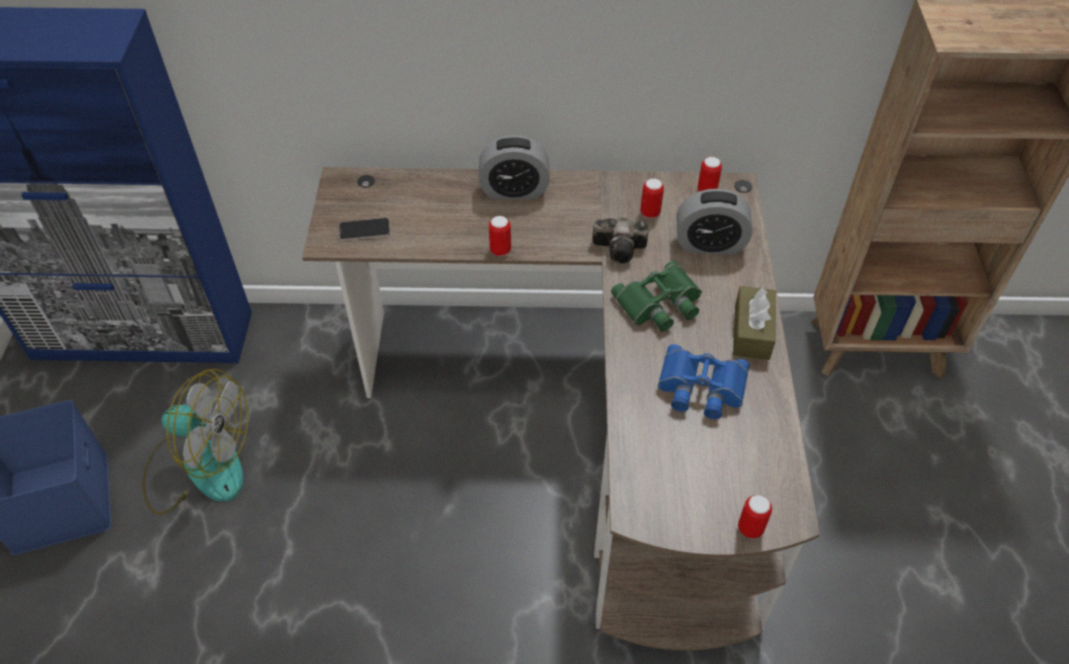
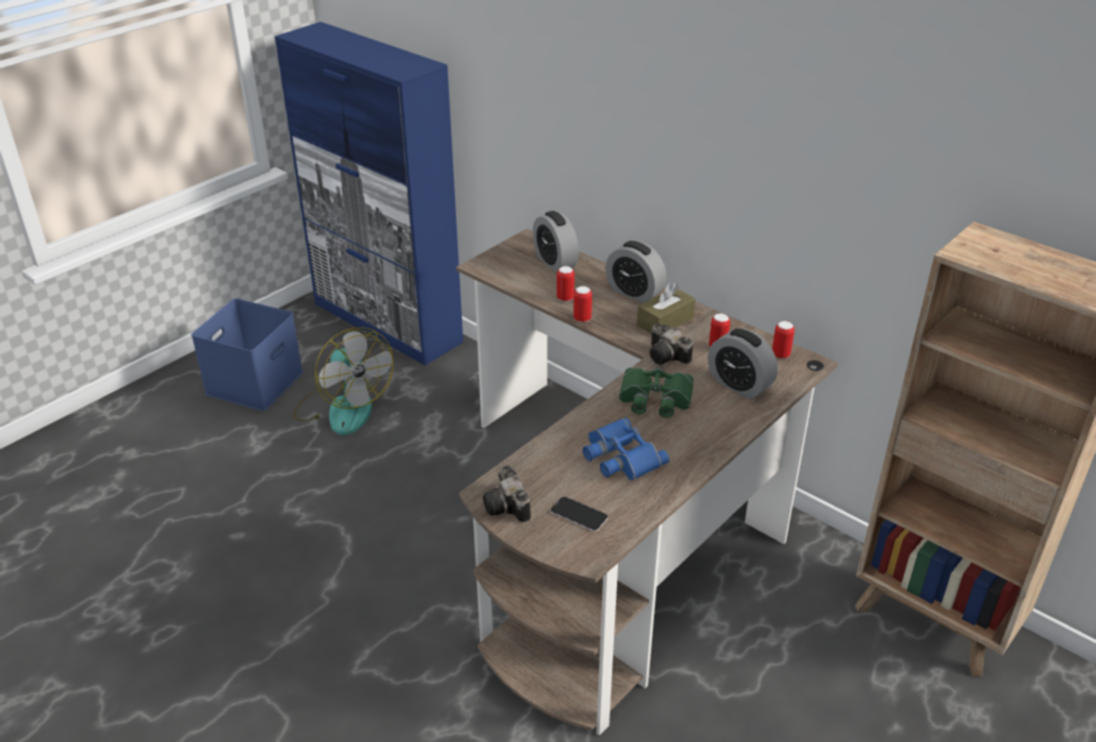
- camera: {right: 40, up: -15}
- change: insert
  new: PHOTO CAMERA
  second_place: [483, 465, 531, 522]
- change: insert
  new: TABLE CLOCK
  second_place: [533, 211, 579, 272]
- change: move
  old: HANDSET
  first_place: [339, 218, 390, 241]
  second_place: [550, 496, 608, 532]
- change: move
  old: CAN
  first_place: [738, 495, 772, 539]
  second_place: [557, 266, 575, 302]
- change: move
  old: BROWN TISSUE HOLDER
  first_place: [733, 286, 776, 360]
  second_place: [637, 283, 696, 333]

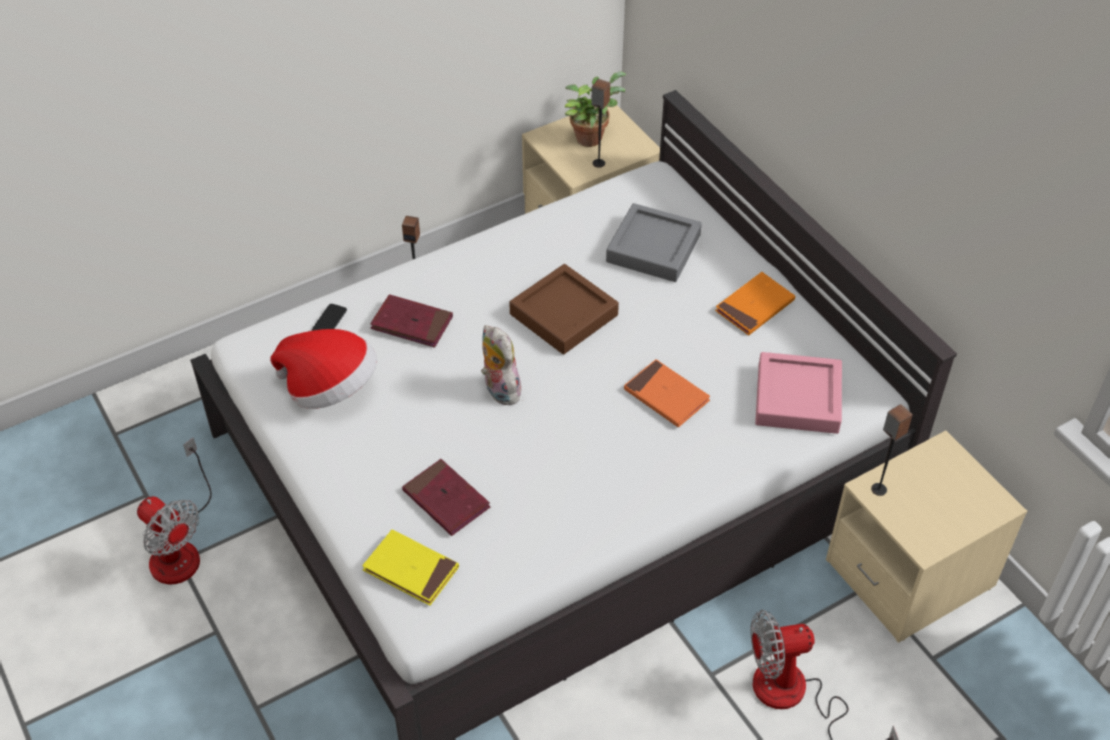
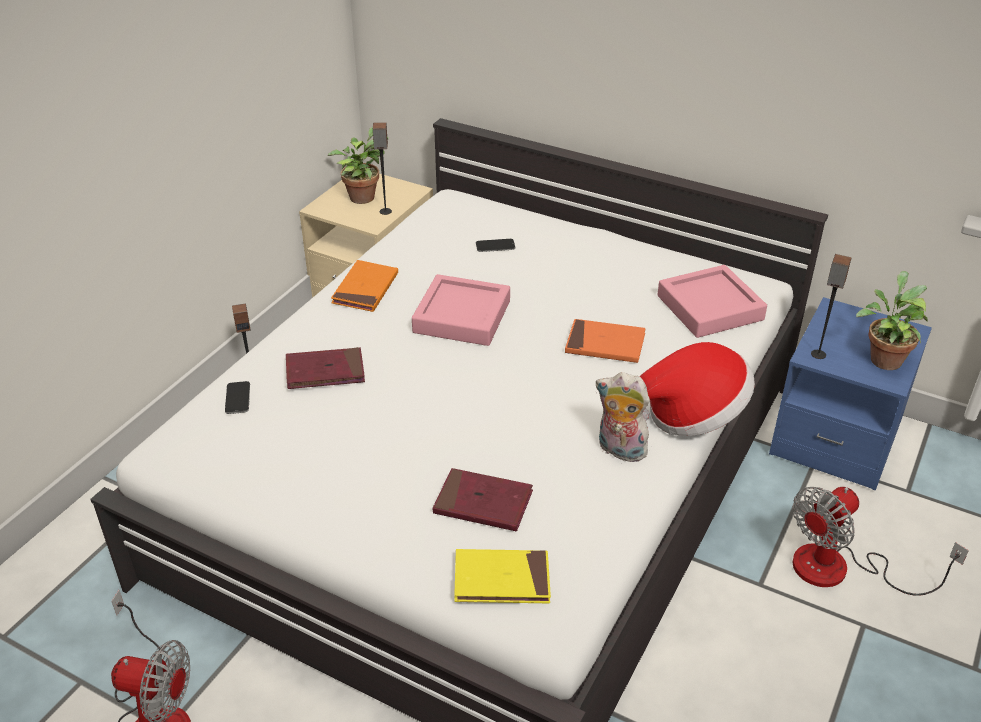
- camera: {right: -30, up: -10}
- change: move
  old: ORANGEY VOLUME
  first_place: [715, 272, 795, 335]
  second_place: [331, 260, 398, 312]
- change: recolor
  old: BROWN CARRYING TRAY
  new: PINKISH CARRYING TRAY
  first_place: [509, 264, 619, 354]
  second_place: [412, 274, 510, 346]
- change: replace
  old: GREY CARRYING TRAY
  new: HANDSET
  first_place: [606, 203, 702, 282]
  second_place: [476, 239, 515, 252]
- change: move
  old: PLUSH TOY
  first_place: [481, 325, 522, 405]
  second_place: [595, 372, 650, 462]
- change: move
  old: HAT
  first_place: [270, 329, 377, 409]
  second_place: [640, 342, 755, 436]
- change: recolor
  old: BEIGE-COLOURED NIGHT TABLE
  new: BLUISH NIGHT TABLE
  first_place: [826, 430, 1027, 643]
  second_place: [769, 297, 932, 491]
- change: insert
  new: PLANT IN A POT
  second_place: [856, 271, 928, 370]

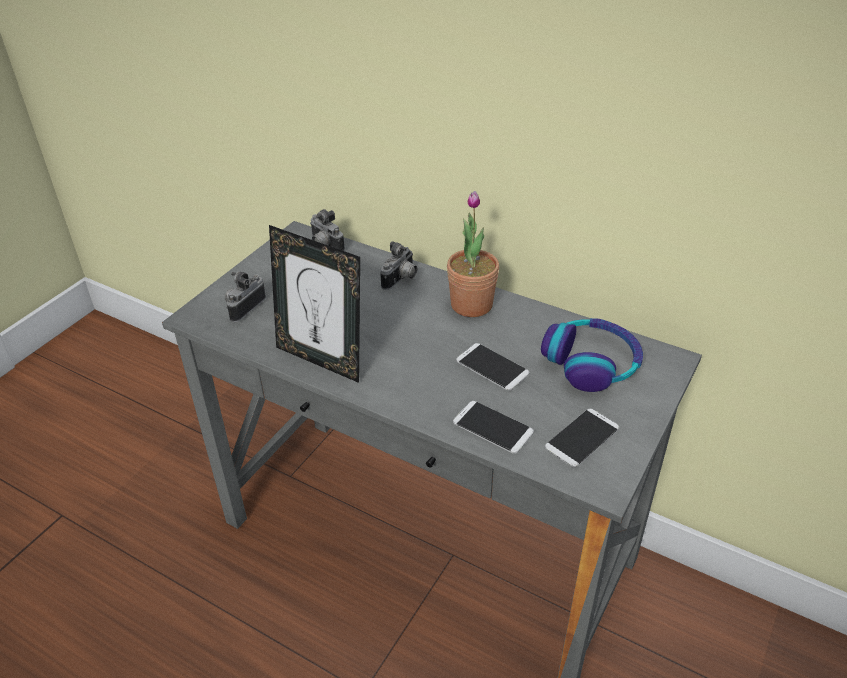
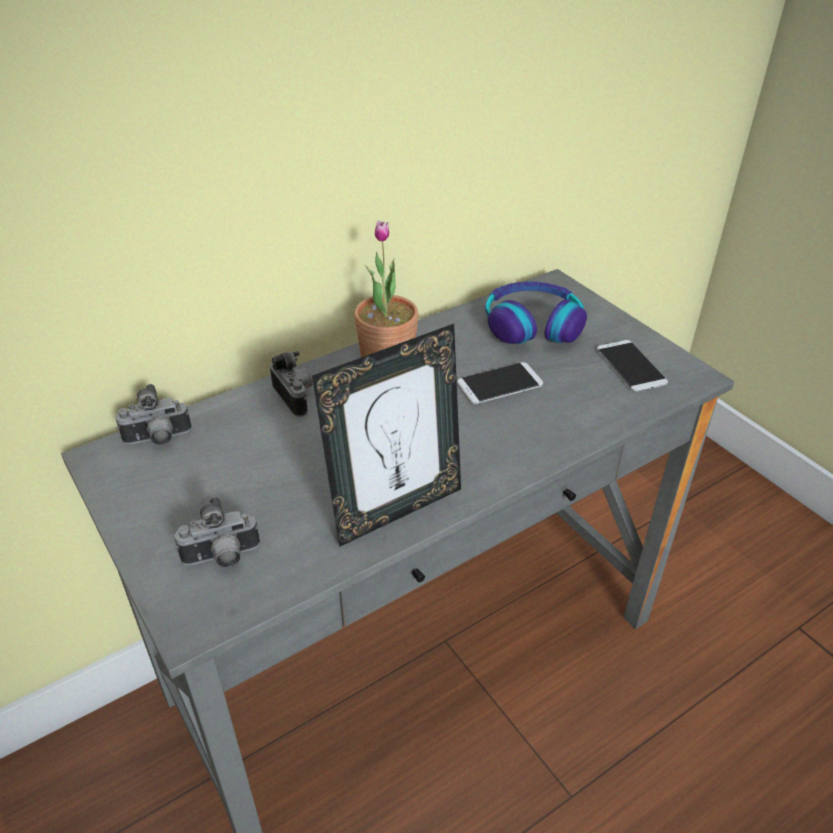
- camera: {right: -65, up: 0}
- change: rotate
  old: PHOTO CAMERA
  first_place: [225, 272, 266, 322]
  second_place: [174, 497, 260, 567]
  degrees: -75
- change: delete
  old: HANDSET
  first_place: [453, 401, 534, 454]

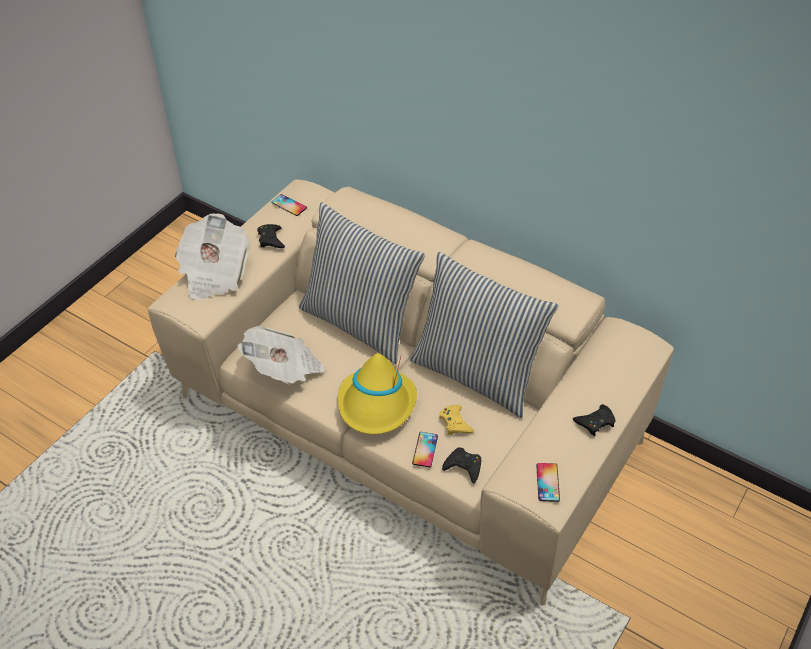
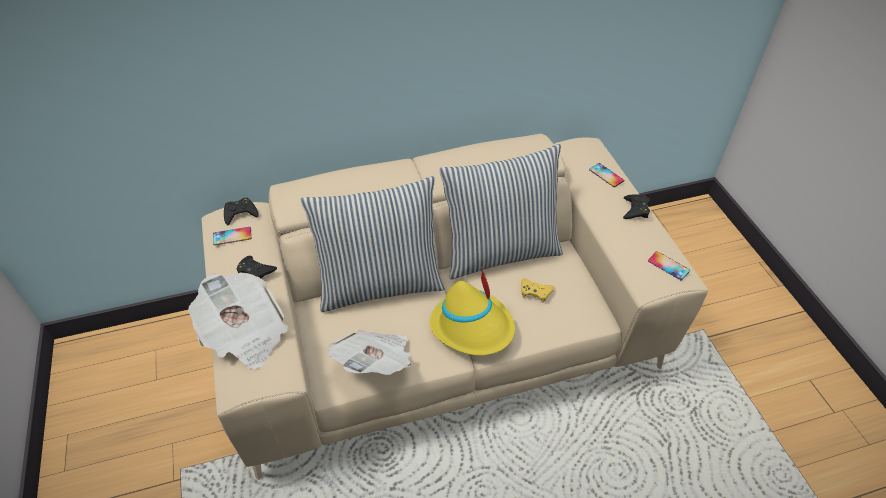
- camera: {right: -50, up: 0}
- change: move
  old: BLACK-COLOURED GAME CONTROLLER
  first_place: [442, 447, 481, 483]
  second_place: [224, 198, 259, 226]
- change: move
  old: HANDSET
  first_place: [412, 432, 438, 467]
  second_place: [589, 163, 624, 187]

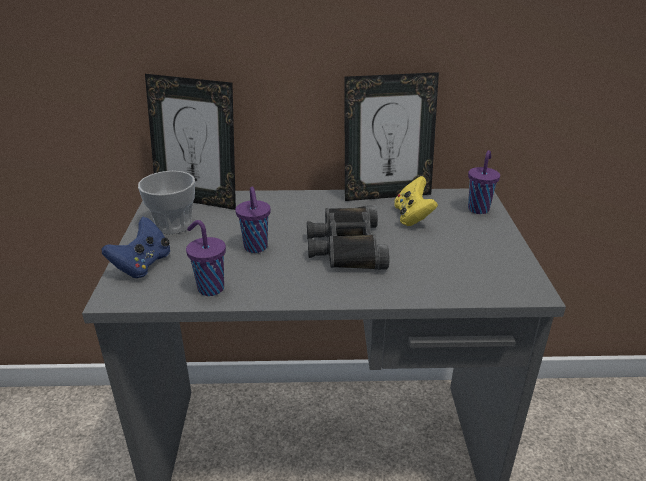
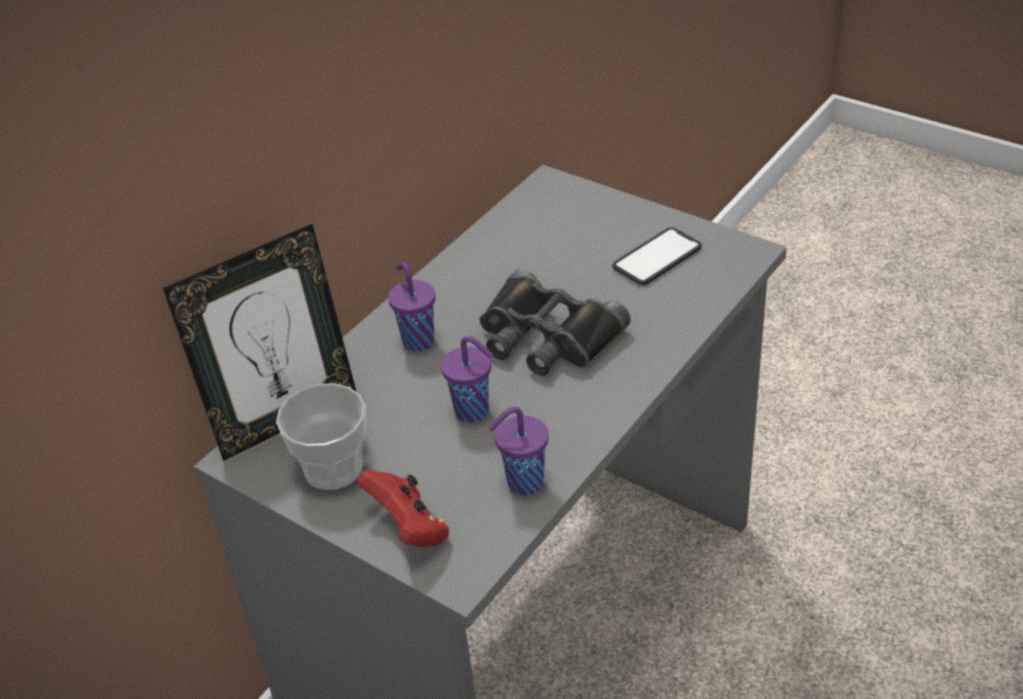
- camera: {right: -50, up: 10}
- change: recolor
  old: BLUISH GAME CONTROLLER
  new: RED-COLOURED GAME CONTROLLER
  first_place: [102, 217, 170, 278]
  second_place: [356, 470, 449, 547]
- change: move
  old: PURPLISH SMALL CUP
  first_place: [468, 150, 500, 214]
  second_place: [388, 262, 436, 352]
- change: insert
  new: HANDSET
  second_place: [612, 227, 702, 285]
- change: delete
  old: PHOTO FRAME
  first_place: [344, 72, 439, 201]
- change: delete
  old: YELLOW-COLOURED GAME CONTROLLER
  first_place: [394, 176, 438, 226]

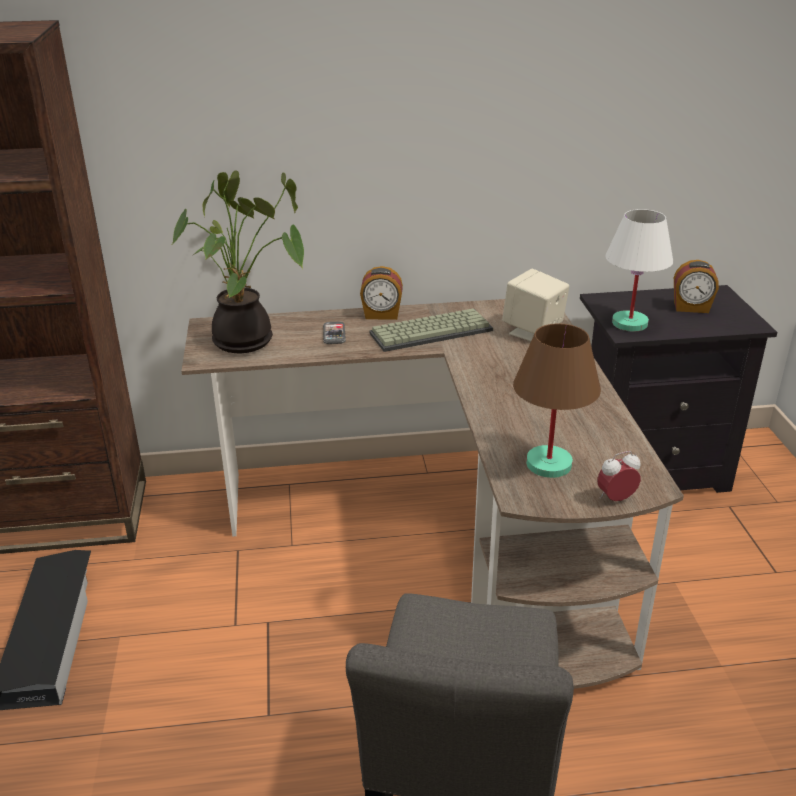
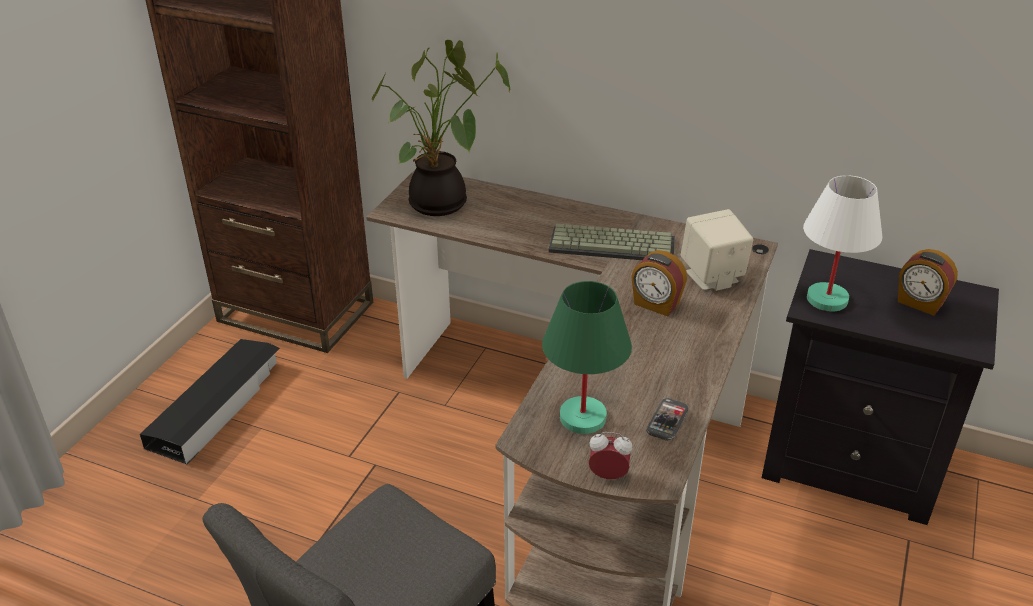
- camera: {right: 30, up: 5}
- change: recolor
  old: BROWN TABLE LAMP
  new: GREEN TABLE LAMP
  first_place: [513, 324, 601, 478]
  second_place: [542, 281, 632, 434]
- change: move
  old: TABLE CLOCK
  first_place: [360, 266, 403, 320]
  second_place: [631, 250, 687, 316]
- change: move
  old: HANDSET
  first_place: [323, 322, 346, 344]
  second_place: [646, 398, 689, 441]

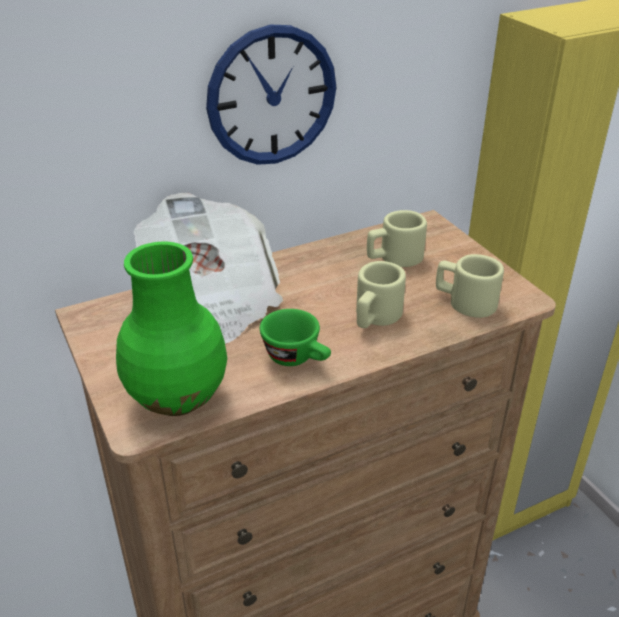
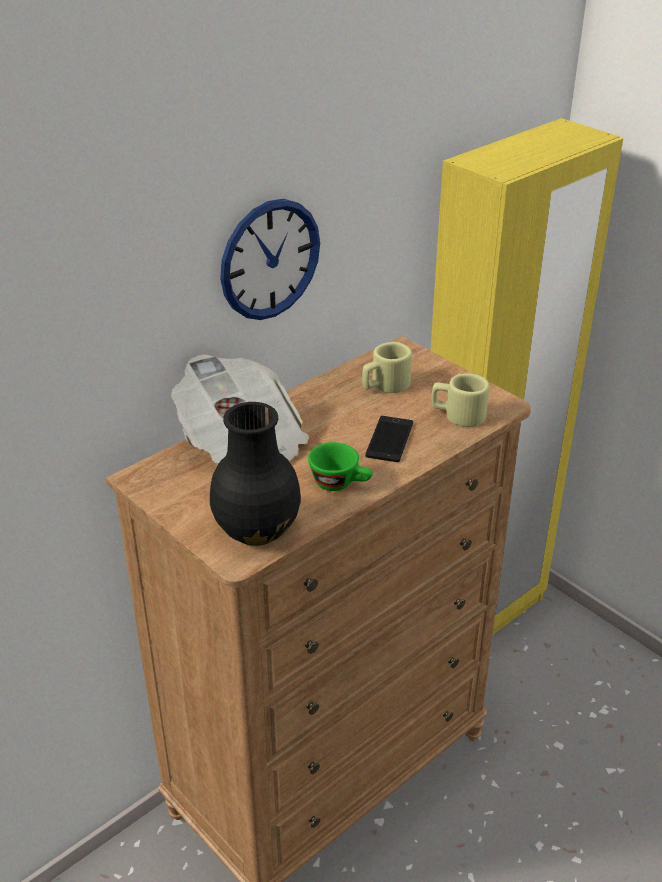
- camera: {right: -15, up: 0}
- change: recolor
  old: GREEN VASE
  new: BLACK-COLOURED VASE
  first_place: [116, 242, 227, 416]
  second_place: [210, 402, 301, 546]
- change: replace
  old: BEIGE-COLOURED TEA MUG
  new: HANDSET
  first_place: [356, 261, 406, 328]
  second_place: [365, 416, 413, 462]

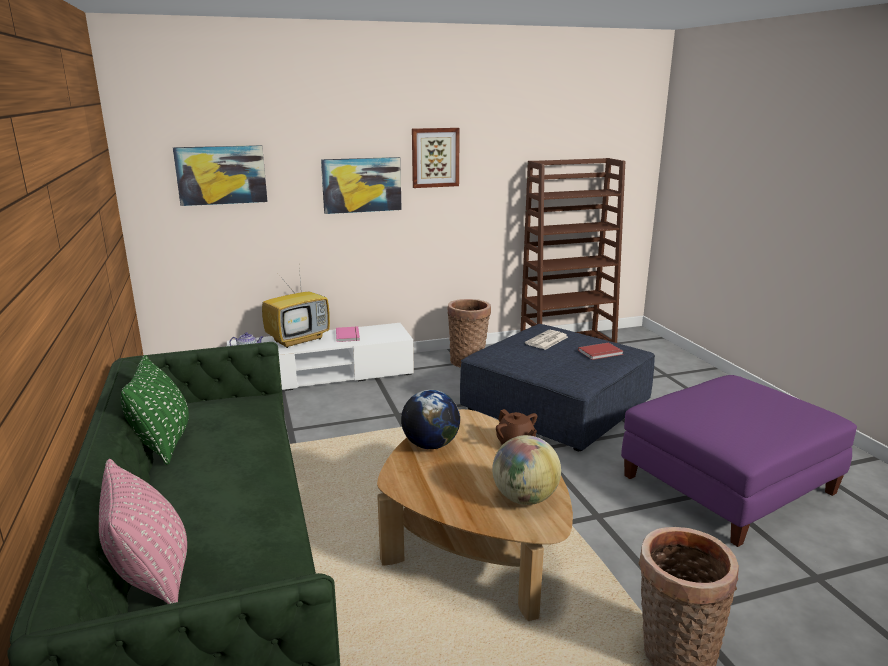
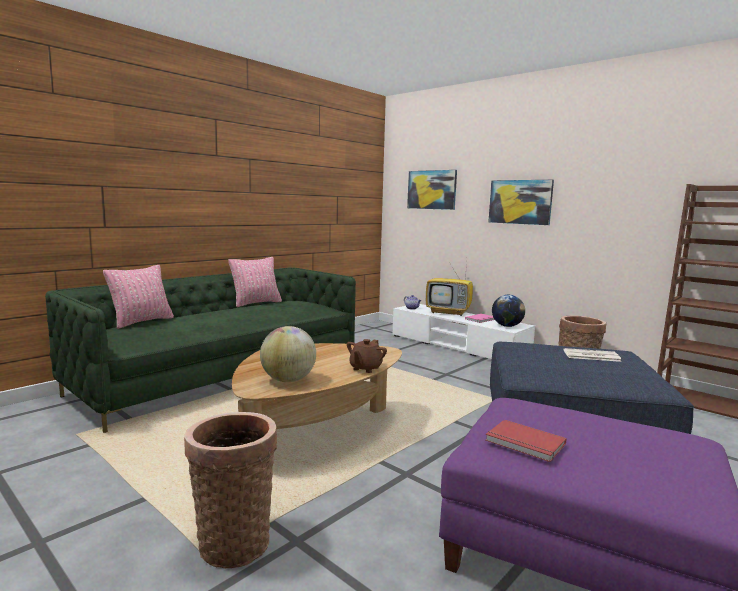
- camera: {right: 60, up: -10}
- change: recolor
  old: GREEN PILLOW
  new: PINKISH PILLOW
  first_place: [120, 355, 189, 465]
  second_place: [228, 257, 282, 307]
- change: move
  old: RED-COLOURED VOLUME
  first_place: [578, 342, 623, 360]
  second_place: [486, 420, 566, 462]
- change: move
  old: DESK GLOBE
  first_place: [401, 390, 460, 449]
  second_place: [492, 295, 525, 327]
- change: delete
  old: PICTURE
  first_place: [412, 128, 460, 188]

